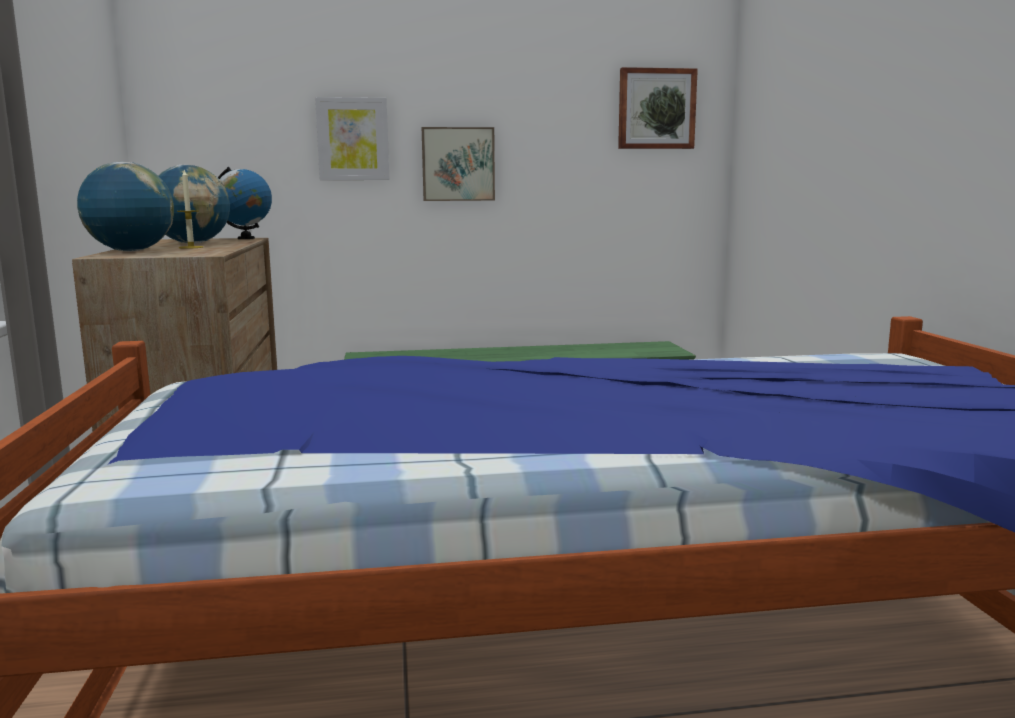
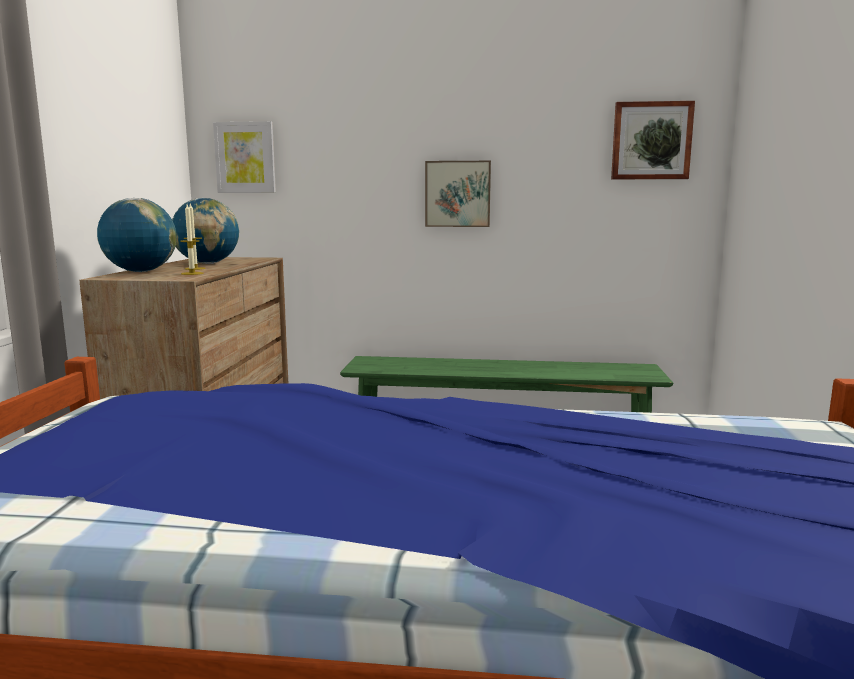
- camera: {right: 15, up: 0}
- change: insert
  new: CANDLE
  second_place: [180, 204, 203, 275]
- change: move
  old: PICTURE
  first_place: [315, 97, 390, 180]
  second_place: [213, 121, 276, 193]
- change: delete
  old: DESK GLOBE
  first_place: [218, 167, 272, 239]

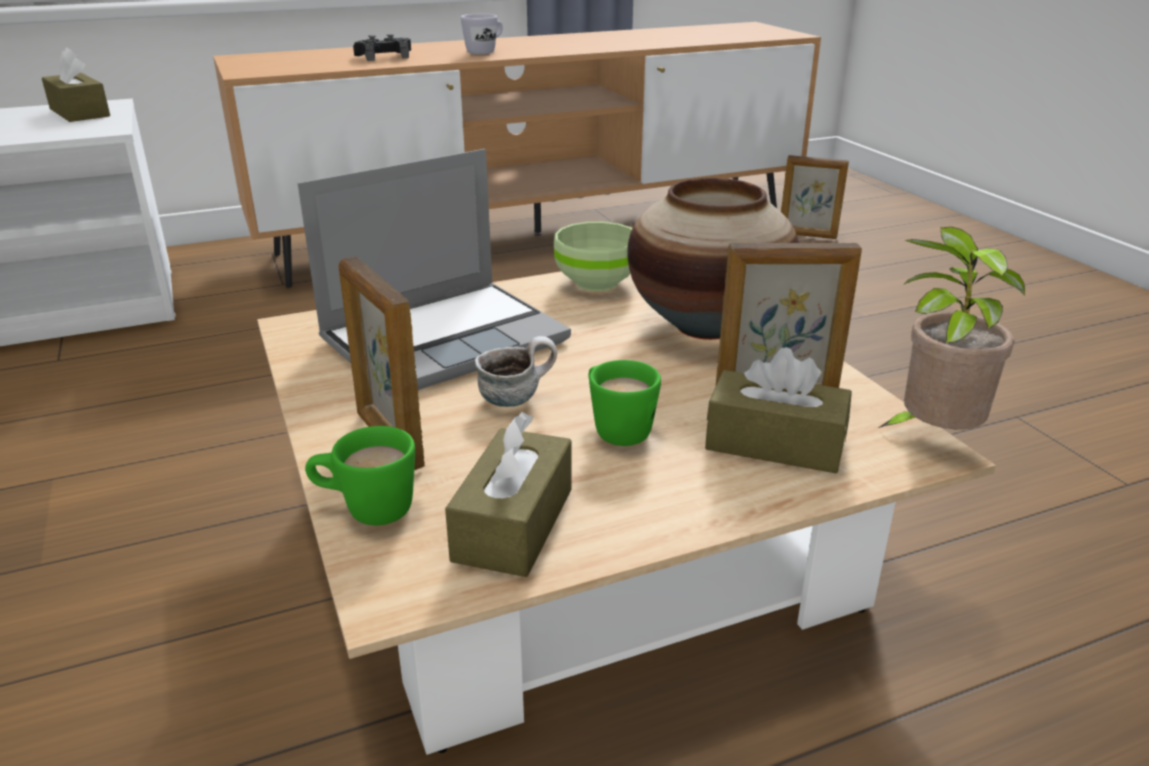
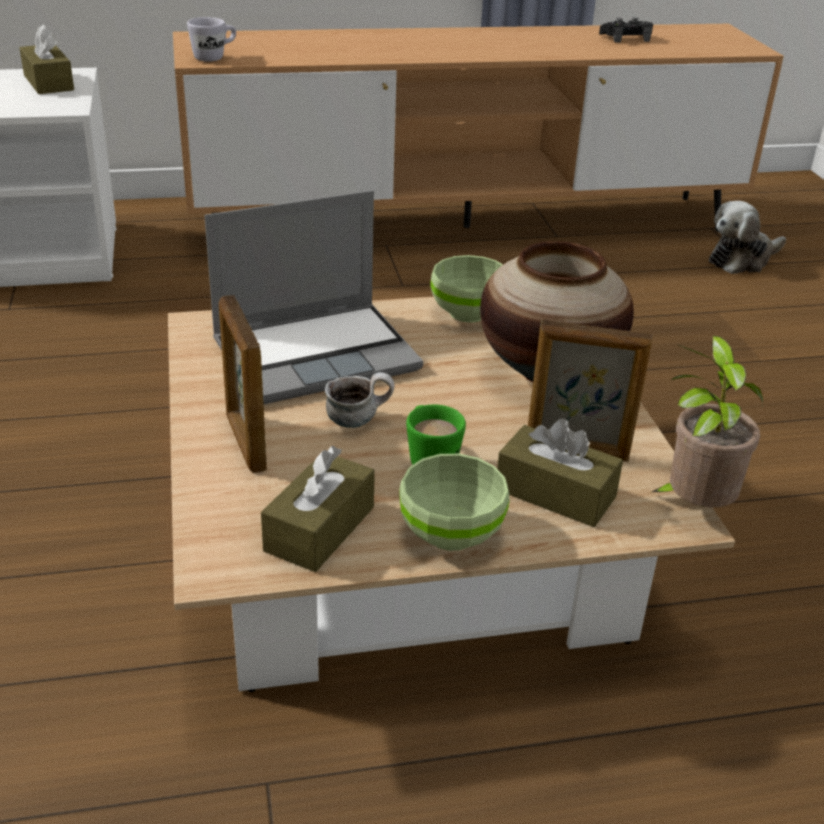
- camera: {right: 10, up: 5}
- change: move
  old: WHITISH TEA MUG
  first_place: [461, 14, 503, 54]
  second_place: [187, 17, 236, 62]
- change: insert
  new: GREEN BOWL
  second_place: [399, 454, 509, 551]
- change: move
  old: BLACK-COLOURED GAME CONTROLLER
  first_place: [353, 34, 411, 61]
  second_place: [599, 17, 653, 43]
- change: replace
  old: PHOTO FRAME
  new: PLUSH TOY
  first_place: [781, 155, 849, 239]
  second_place: [709, 201, 786, 274]
- change: delete
  old: GREEN TEA MUG
  first_place: [305, 426, 415, 525]

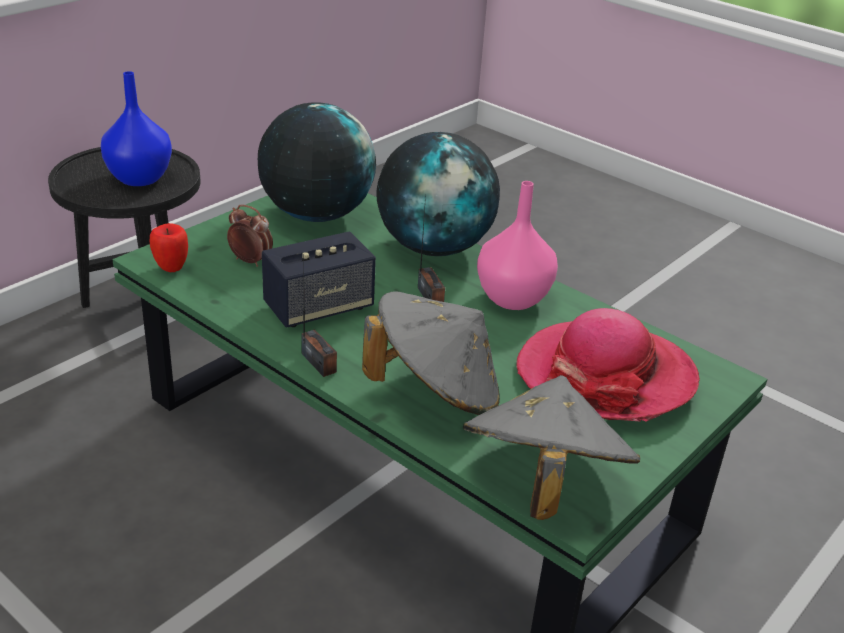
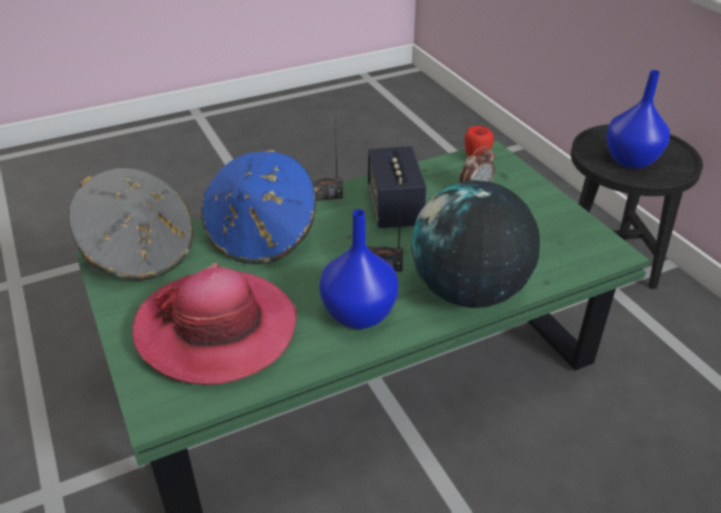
- camera: {right: 115, up: 5}
- change: recolor
  old: GREY HAT
  new: BLUISH HAT
  first_place: [362, 291, 500, 415]
  second_place: [201, 149, 316, 264]
- change: recolor
  old: PINKISH VASE
  new: BLUISH VASE
  first_place: [477, 181, 558, 310]
  second_place: [319, 209, 399, 329]
- change: delete
  old: DESK GLOBE
  first_place: [258, 102, 376, 222]

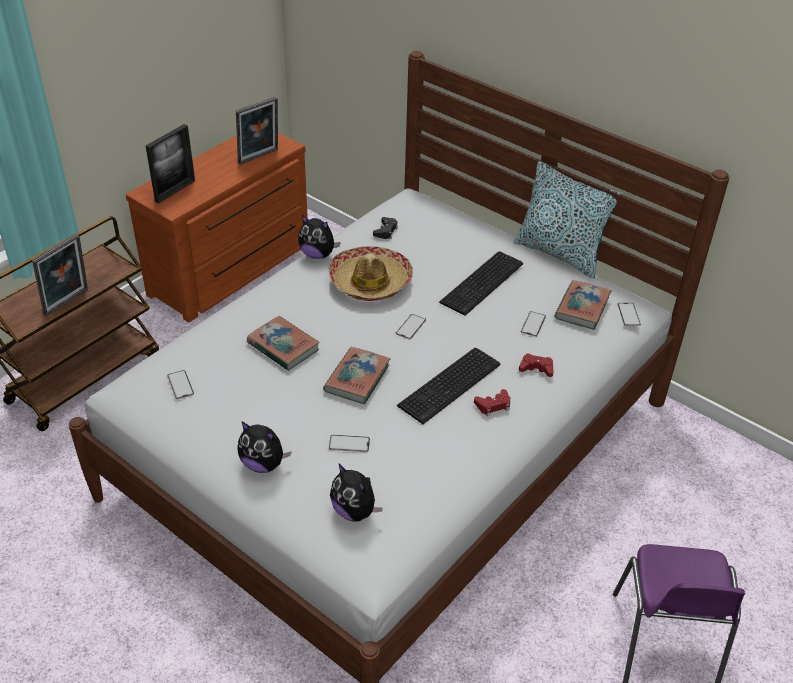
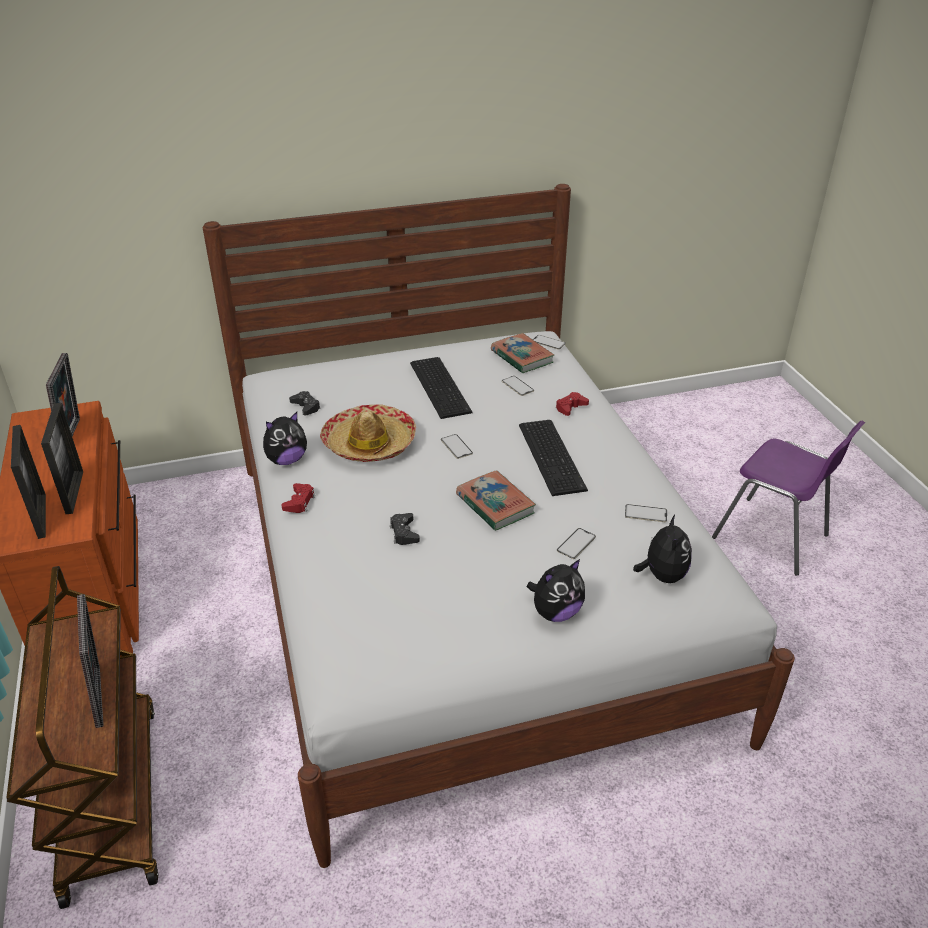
- camera: {right: -55, up: -5}
- change: insert
  new: PHOTO FRAME
  second_place: [41, 403, 83, 514]
- change: move
  old: RED-COLOURED GAME CONTROLLER
  first_place: [474, 389, 510, 416]
  second_place: [282, 483, 315, 513]
- change: replace
  old: VOLUME
  new: BLACK-COLOURED GAME CONTROLLER
  first_place: [247, 316, 320, 371]
  second_place: [390, 513, 420, 545]
- change: move
  old: HANDSET
  first_place: [167, 370, 194, 399]
  second_place: [625, 504, 667, 522]
- change: rotate
  old: PLUSH TOY
  first_place: [330, 464, 383, 522]
  second_place: [633, 515, 692, 583]
  degrees: -75
- change: delete
  old: PILLOW
  first_place: [514, 161, 622, 278]

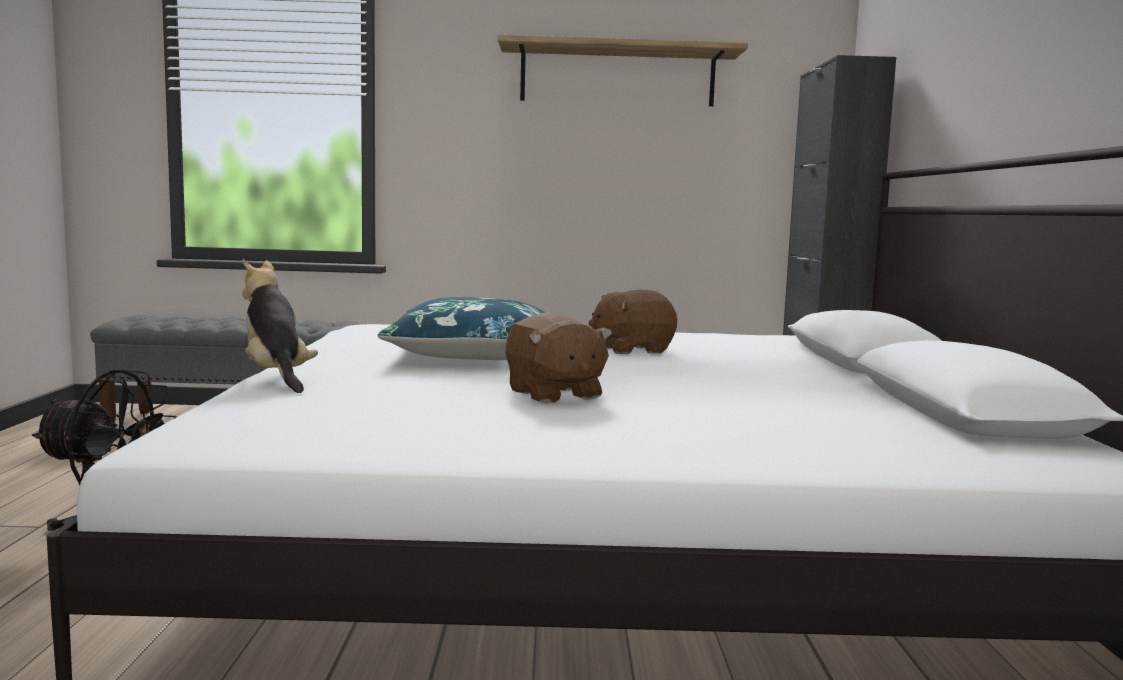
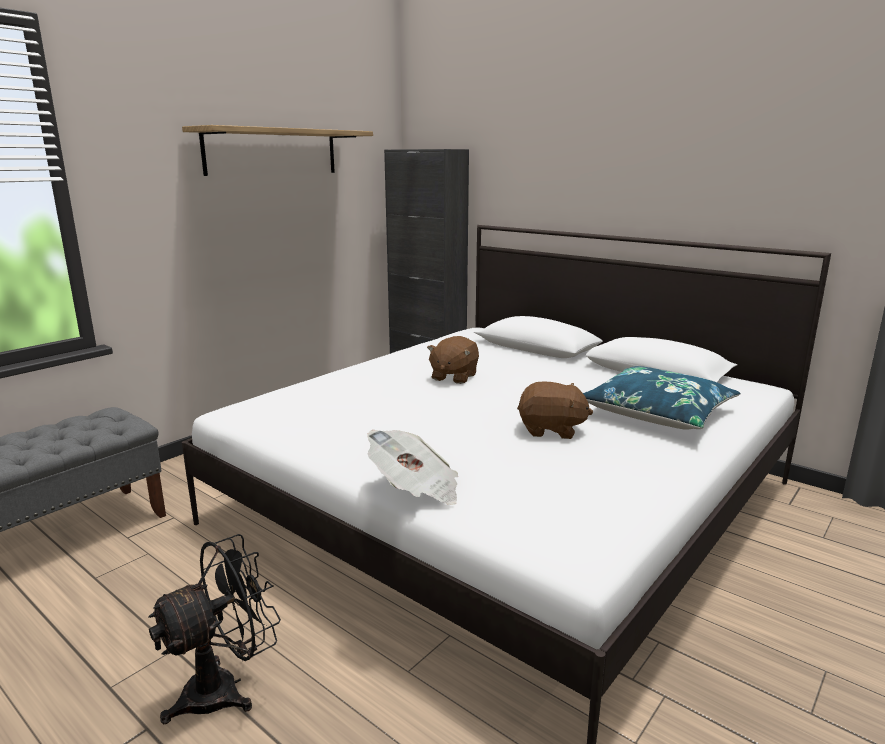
- camera: {right: -50, up: 10}
- change: replace
  old: PLUSH TOY
  new: NEWSPAPER
  first_place: [242, 259, 318, 393]
  second_place: [367, 430, 458, 505]
- change: move
  old: BLUISH PILLOW
  first_place: [378, 297, 546, 360]
  second_place: [583, 366, 741, 430]

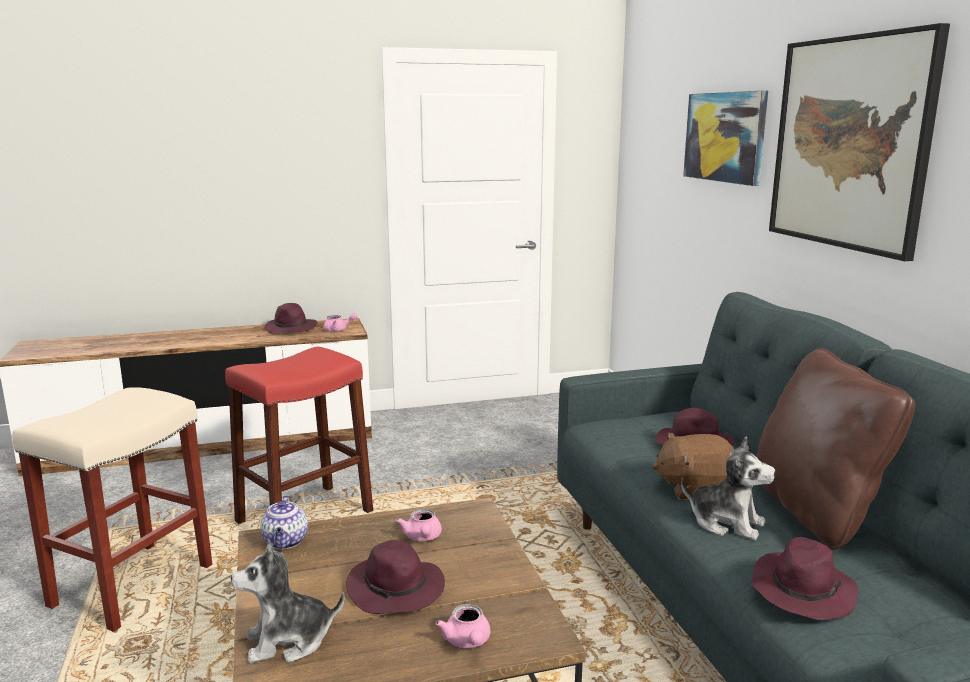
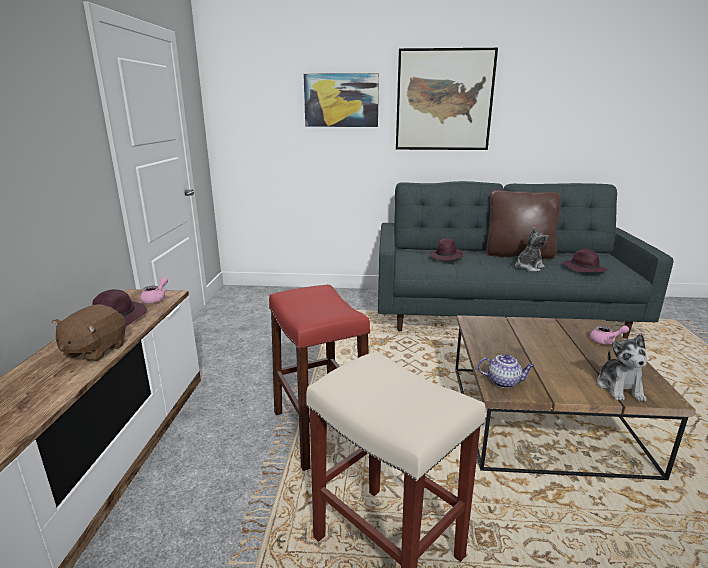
- camera: {right: -70, up: 5}
- change: move
  old: BROWN PLUSH TOY
  first_place: [652, 433, 734, 500]
  second_place: [52, 304, 126, 362]
- change: delete
  old: PURPLISH HAT
  first_place: [346, 540, 445, 614]
- change: delete
  old: PINKISH POT FOR TEA
  first_place: [397, 509, 442, 541]

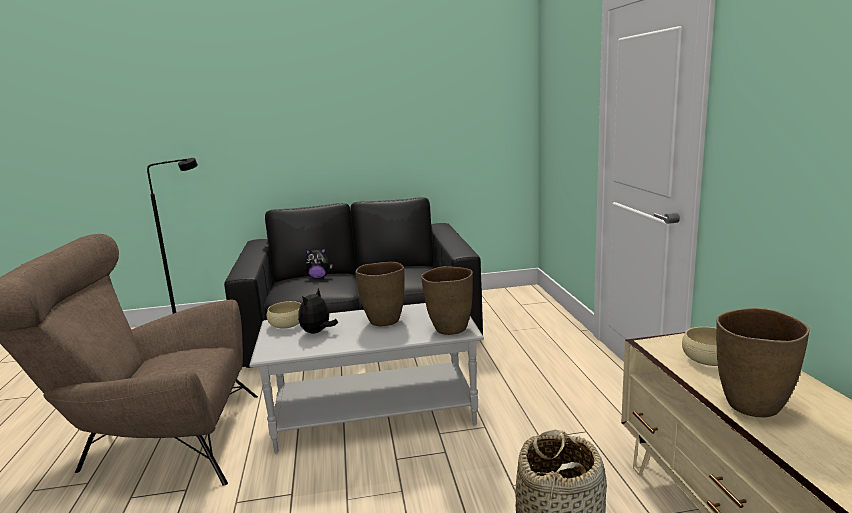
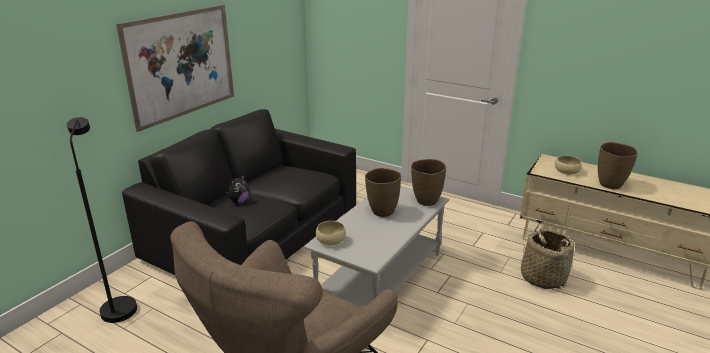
- camera: {right: -50, up: 10}
- change: insert
  new: PICTURE
  second_place: [116, 5, 234, 132]
- change: delete
  old: PLUSH TOY
  first_place: [298, 288, 338, 334]

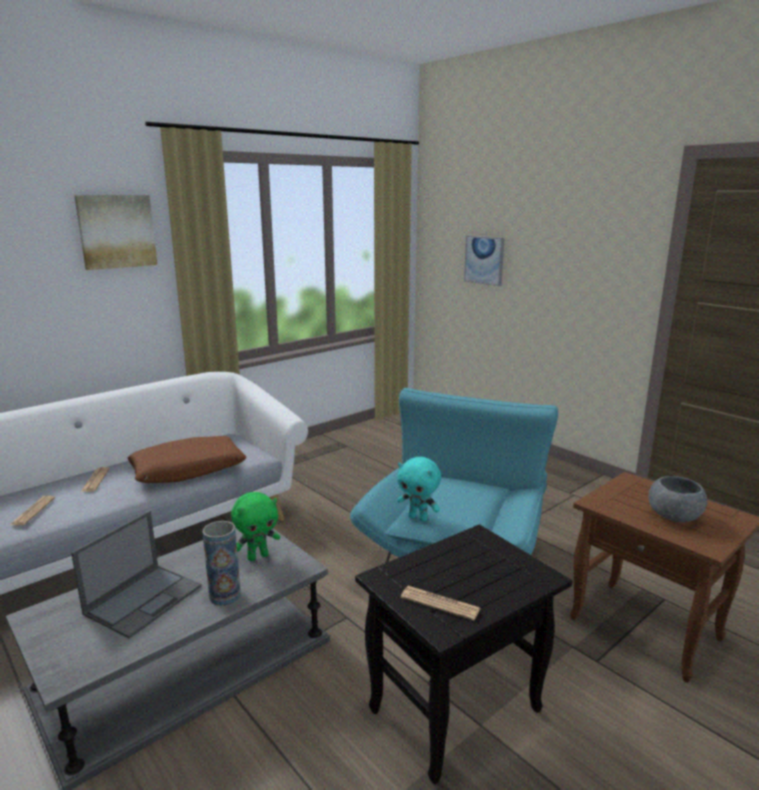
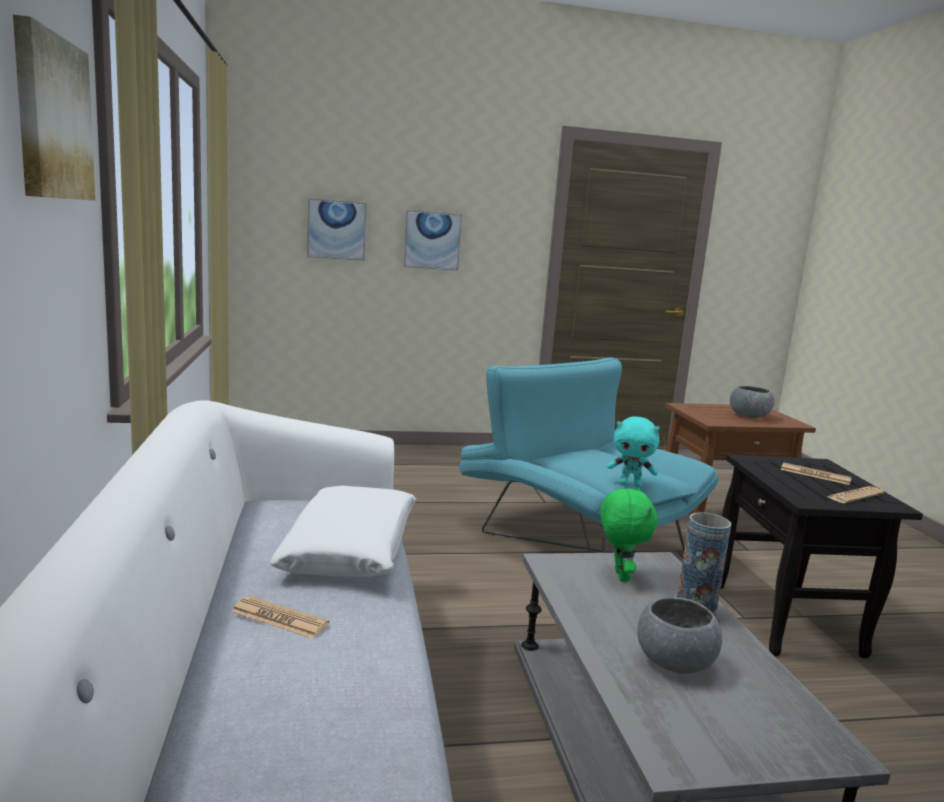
- camera: {right: -60, up: -5}
- change: recolor
  old: BROWN PILLOW
  new: WHITISH PILLOW
  first_place: [127, 436, 246, 483]
  second_place: [269, 486, 416, 577]
- change: insert
  new: PICTURE
  second_place: [403, 210, 462, 271]
- change: rotate
  old: TURQUOISE-COLOURED PLUSH TOY
  first_place: [397, 457, 441, 521]
  second_place: [607, 416, 660, 488]
  degrees: 45
- change: replace
  old: PORTABLE COMPUTER
  new: GREY BOWL
  first_place: [71, 511, 202, 639]
  second_place: [637, 597, 722, 674]
- change: move
  old: NEWSPAPER
  first_place: [10, 495, 55, 526]
  second_place: [780, 463, 852, 485]

